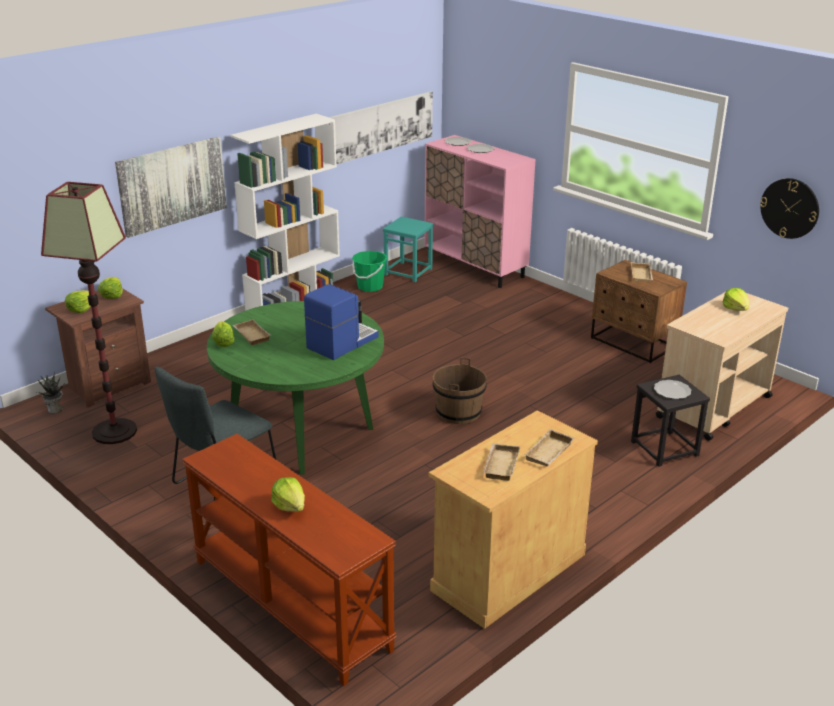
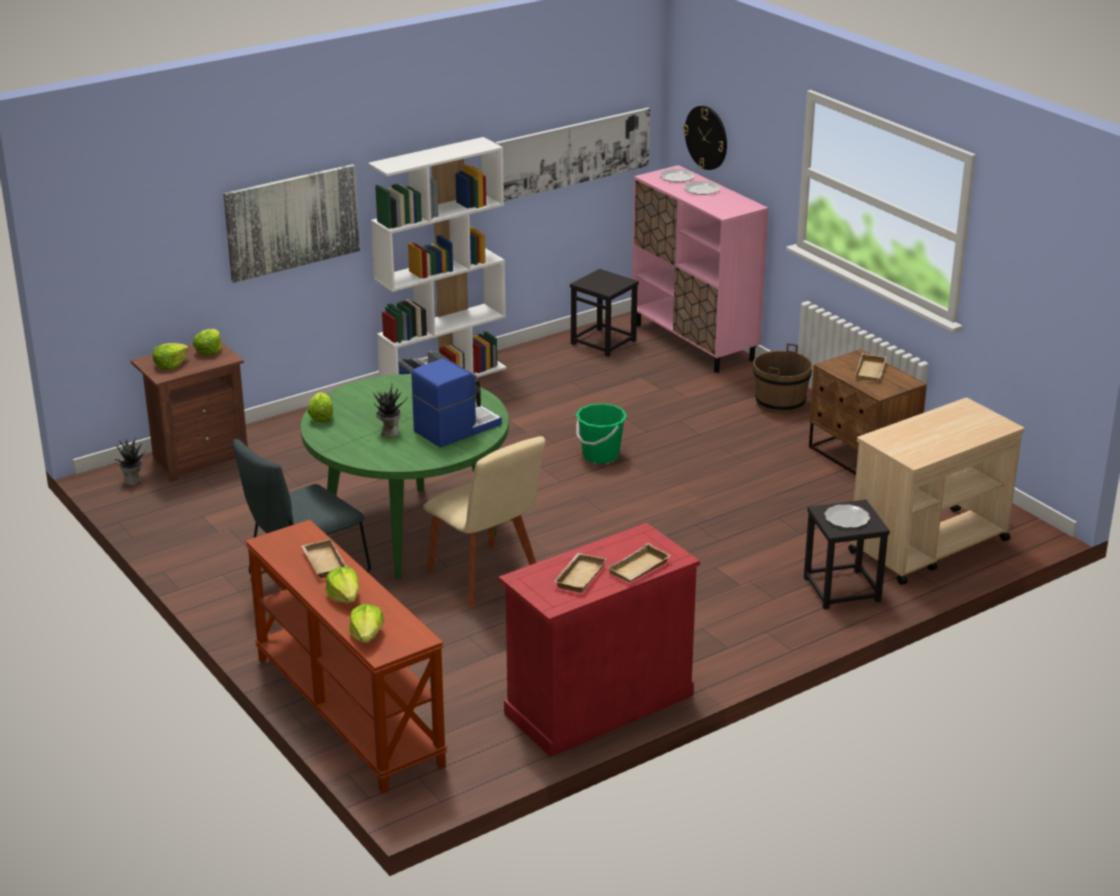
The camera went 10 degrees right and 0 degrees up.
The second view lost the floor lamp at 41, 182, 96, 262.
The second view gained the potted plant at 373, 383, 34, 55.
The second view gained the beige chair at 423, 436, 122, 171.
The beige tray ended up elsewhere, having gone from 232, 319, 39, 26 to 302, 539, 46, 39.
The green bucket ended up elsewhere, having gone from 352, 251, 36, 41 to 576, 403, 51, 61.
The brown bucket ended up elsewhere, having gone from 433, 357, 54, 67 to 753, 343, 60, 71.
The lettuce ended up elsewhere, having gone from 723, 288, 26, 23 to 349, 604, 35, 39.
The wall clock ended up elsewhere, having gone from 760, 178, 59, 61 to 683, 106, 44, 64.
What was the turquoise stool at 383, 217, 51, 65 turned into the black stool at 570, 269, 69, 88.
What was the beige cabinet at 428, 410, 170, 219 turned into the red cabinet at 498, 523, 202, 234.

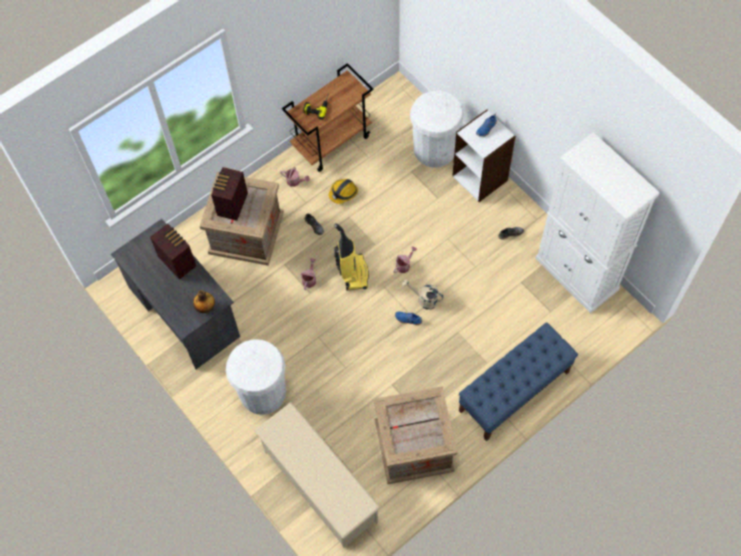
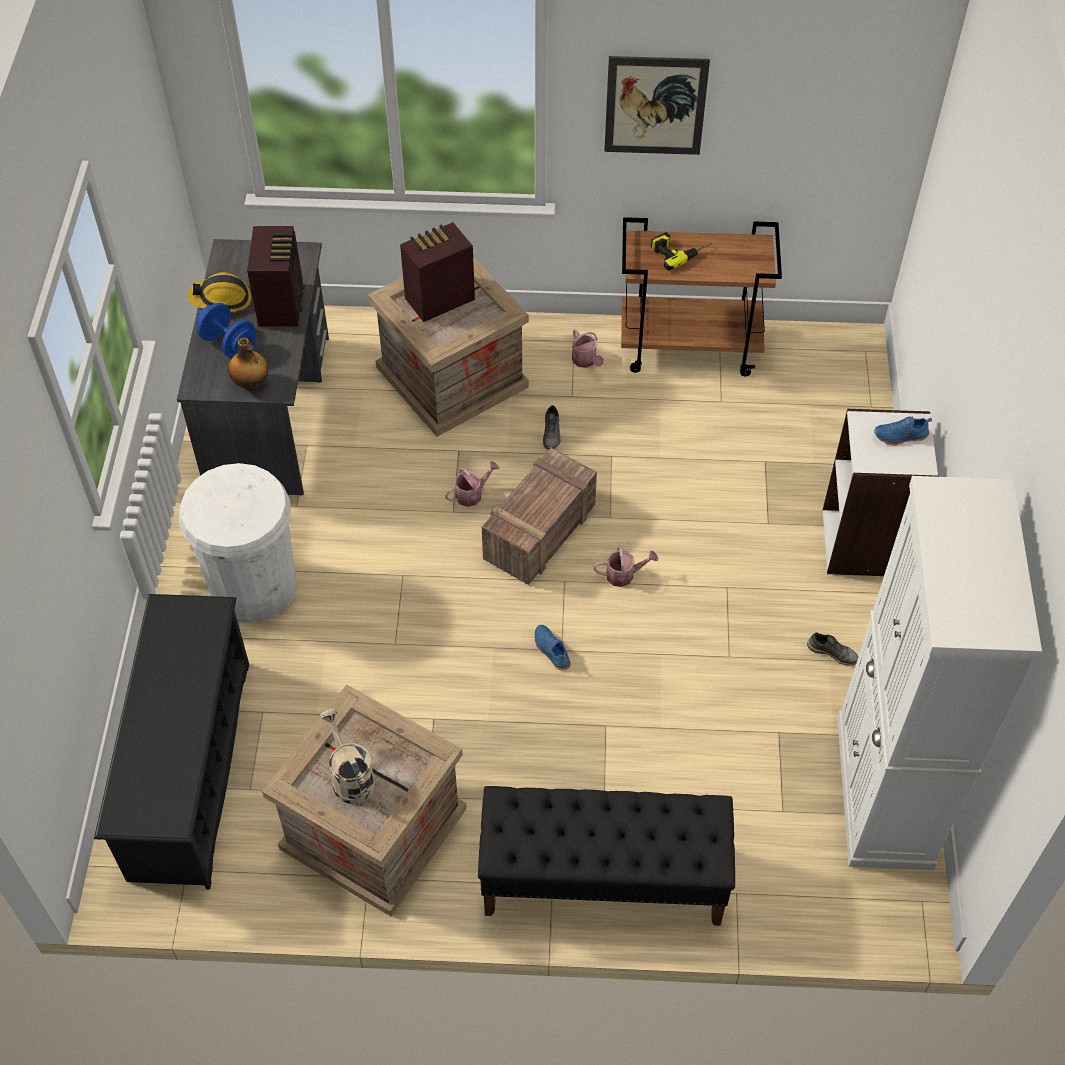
The camera went 40 degrees right and 10 degrees down.
The second view lost the white trash can at 410, 90, 54, 78.
The second view gained the blue dumbbell at 197, 303, 59, 55.
The second view gained the picture at 604, 56, 106, 99.
The hard hat ended up elsewhere, having gone from 329, 179, 29, 25 to 188, 272, 63, 40.
The beige watering can ended up elsewhere, having gone from 402, 279, 41, 30 to 320, 708, 55, 96.
Where the vacuum cleaner stood at 334, 223, 35, 67, the crate came to stand at 482, 448, 115, 137.
What was the beige shoe rack at 254, 402, 127, 146 turned into the black shoe rack at 94, 594, 155, 296.
What was the blue bench at 459, 322, 119, 119 turned into the black bench at 478, 786, 257, 140.

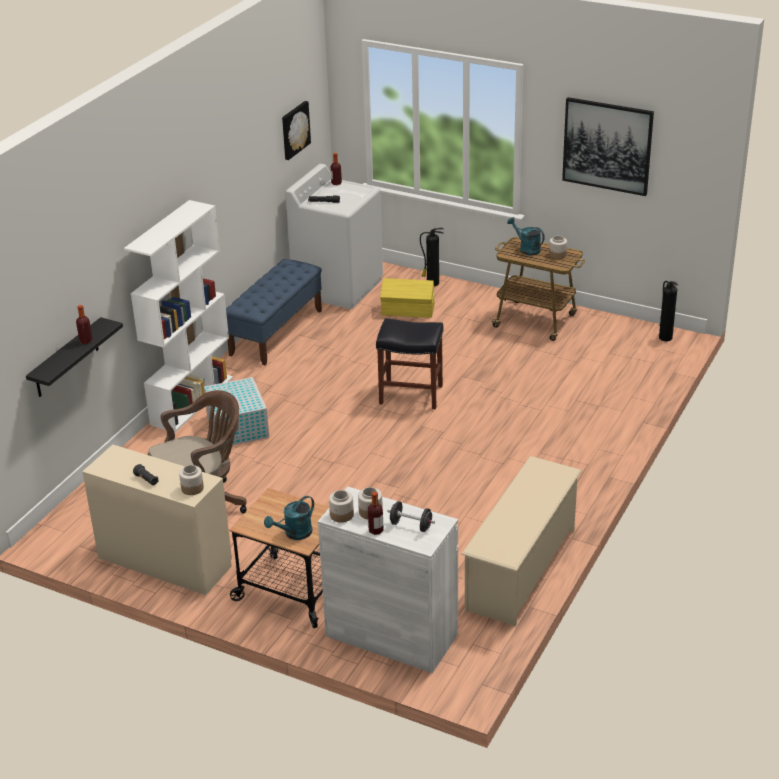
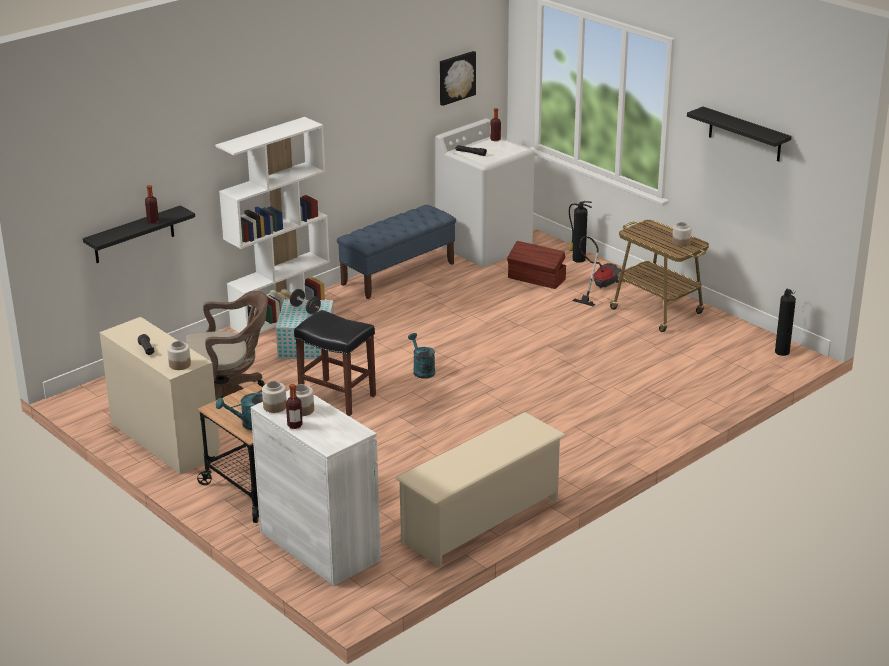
The camera went 20 degrees right and 5 degrees down.
The second view gained the vacuum cleaner at 572, 236, 50, 71.
The black stool ended up elsewhere, having gone from 376, 318, 68, 91 to 294, 310, 82, 106.
The black dumbbell ended up elsewhere, having gone from 387, 501, 48, 31 to 290, 289, 31, 25.
The turquoise watering can ended up elsewhere, having gone from 507, 217, 38, 38 to 408, 333, 27, 46.
Where the picture hung at 562, 97, 92, 99, the black shelf came to hang at 687, 107, 105, 54.
What was the yellow storage box at 380, 278, 54, 40 turned into the brown storage box at 507, 241, 59, 48.

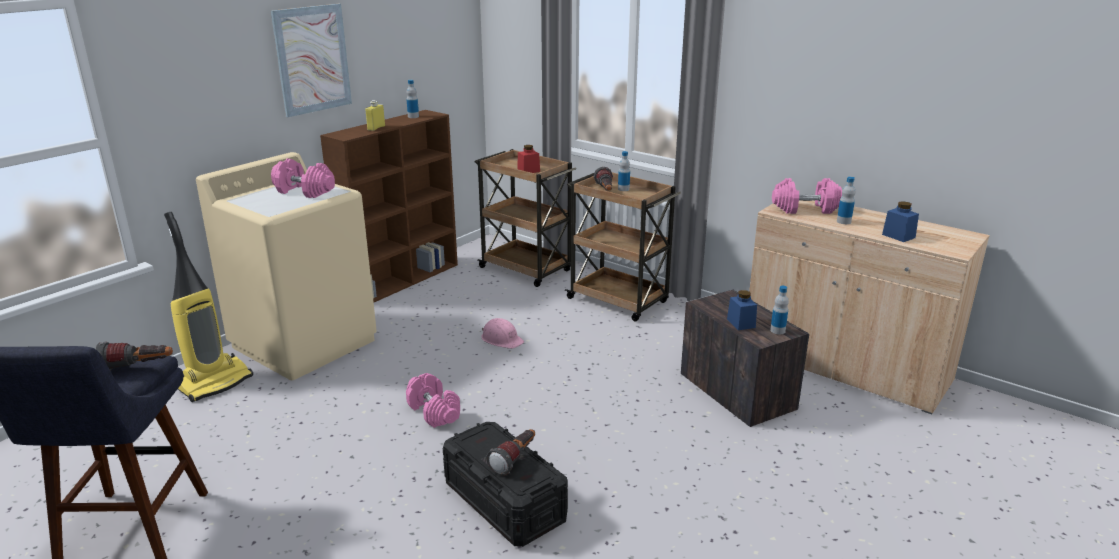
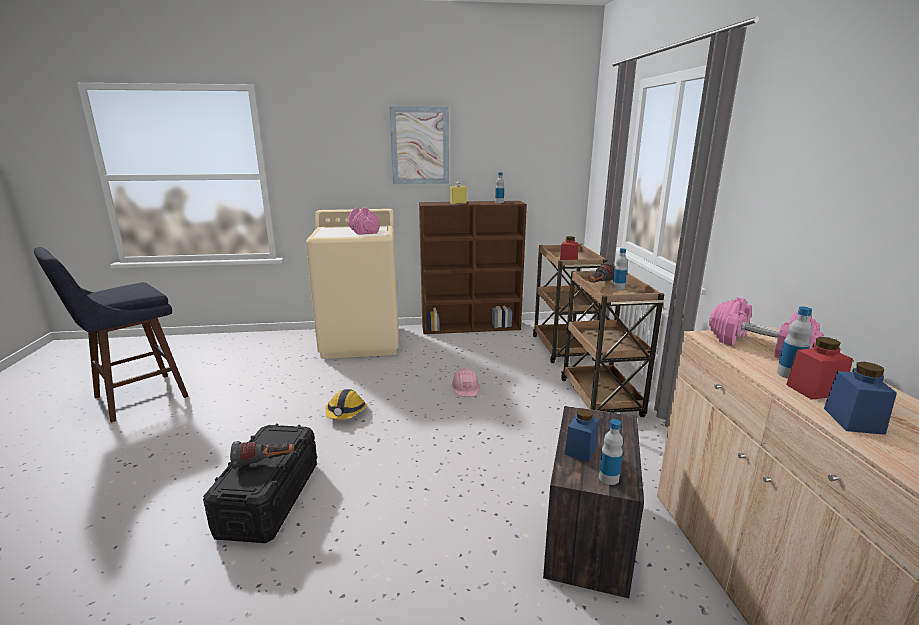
The camera went 45 degrees right and 5 degrees down.
The second view lost the flashlight at 96, 342, 77, 29.
The second view lost the vacuum cleaner at 164, 212, 89, 190.
The second view gained the red jar at 786, 337, 67, 63.
Where the pink dumbbell stood at 406, 373, 54, 55, the hard hat came to stand at 325, 389, 42, 31.

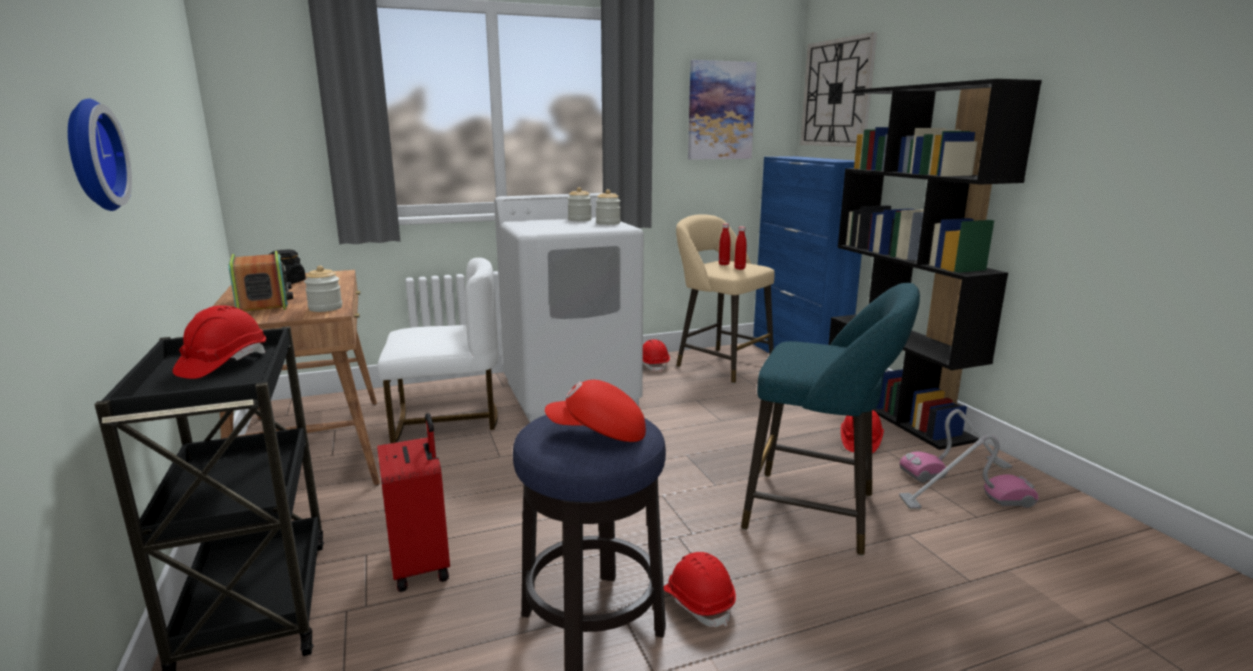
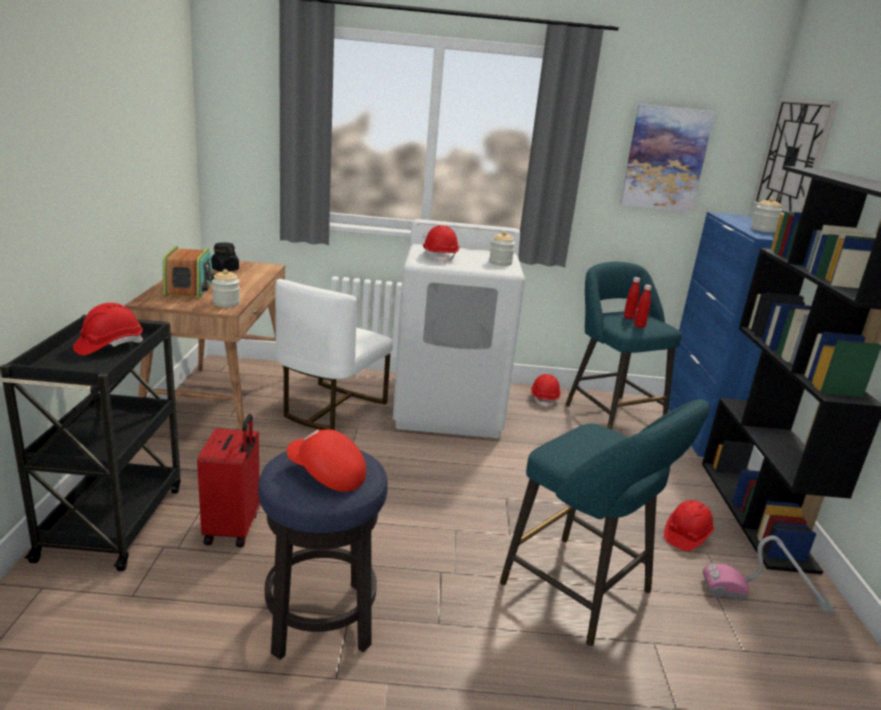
The camera went 20 degrees right and 5 degrees up.
The second view lost the wall clock at 68, 98, 64, 113.
The second view lost the vacuum cleaner at 899, 434, 140, 75.
The jar ended up elsewhere, having gone from 567, 187, 25, 34 to 751, 197, 31, 35.
The red hard hat ended up elsewhere, having gone from 664, 552, 72, 75 to 423, 225, 36, 38.
What was the beige stool at 676, 214, 99, 170 turned into the turquoise stool at 565, 262, 117, 168.
The white chair at 377, 258, 122, 186 ended up facing another way, 105 degrees clockwise from before.

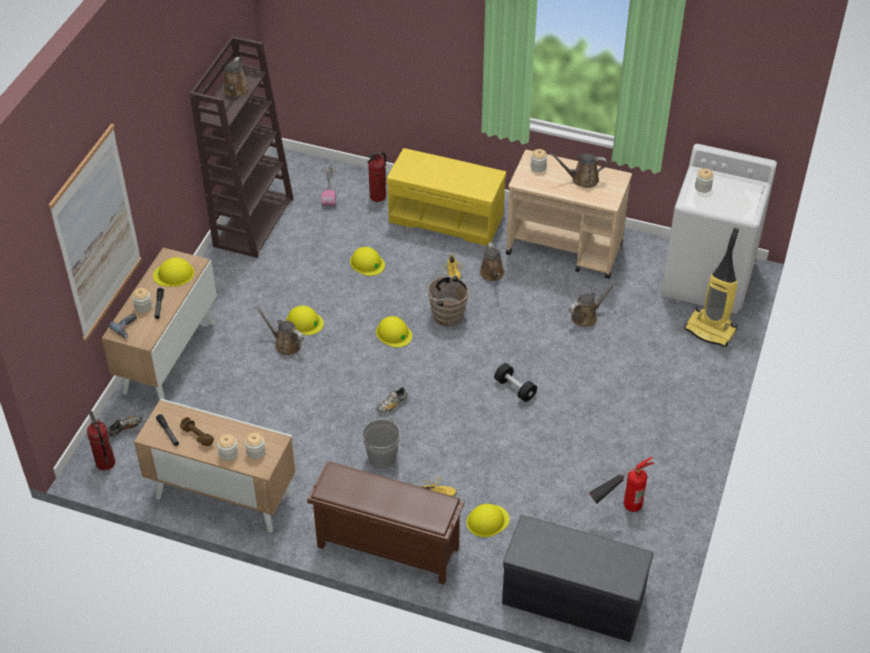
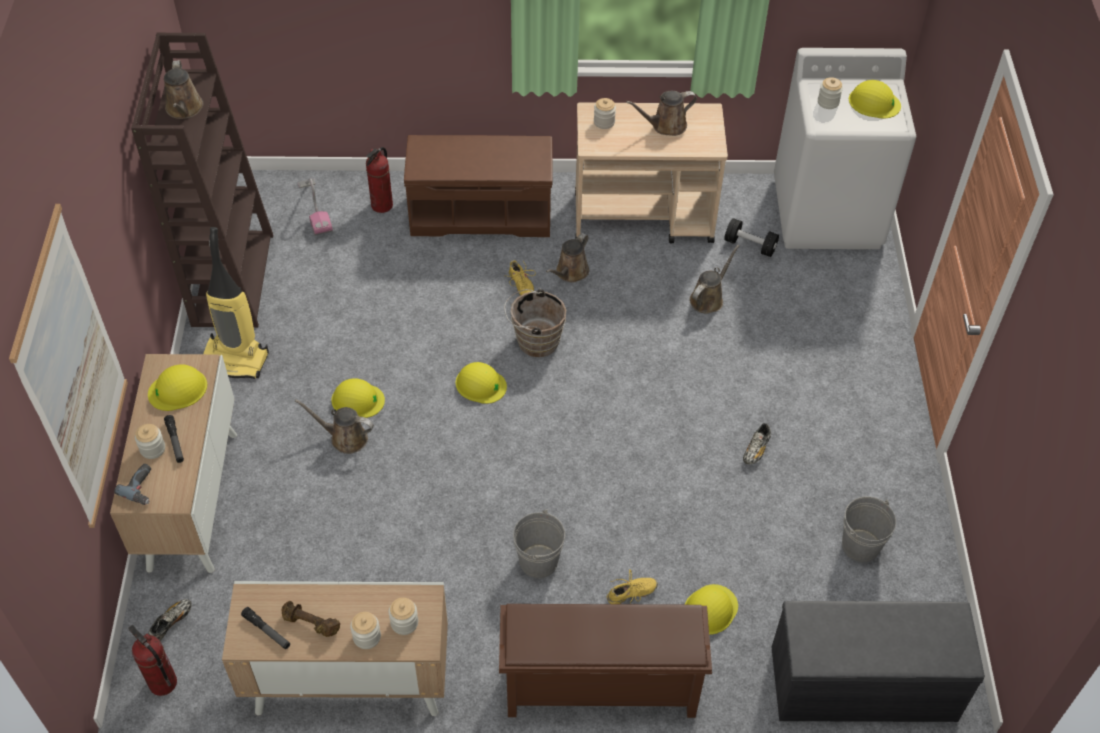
The camera went 20 degrees left and 5 degrees up.
The yellow hard hat ended up elsewhere, having gone from 350, 247, 35, 29 to 849, 80, 52, 38.
The shoe ended up elsewhere, having gone from 377, 387, 30, 26 to 743, 423, 28, 41.
The black dumbbell ended up elsewhere, having gone from 494, 363, 43, 39 to 724, 218, 55, 39.
The vacuum cleaner ended up elsewhere, having gone from 684, 228, 55, 119 to 204, 227, 65, 152.
Where the fire extinguisher stood at 589, 456, 65, 56, the grey bucket came to stand at 842, 496, 54, 67.
What was the yellow bench at 387, 148, 119, 98 turned into the brown bench at 404, 135, 149, 102.
The brown watering can at 479, 242, 26, 39 ended up facing another way, 60 degrees clockwise from before.

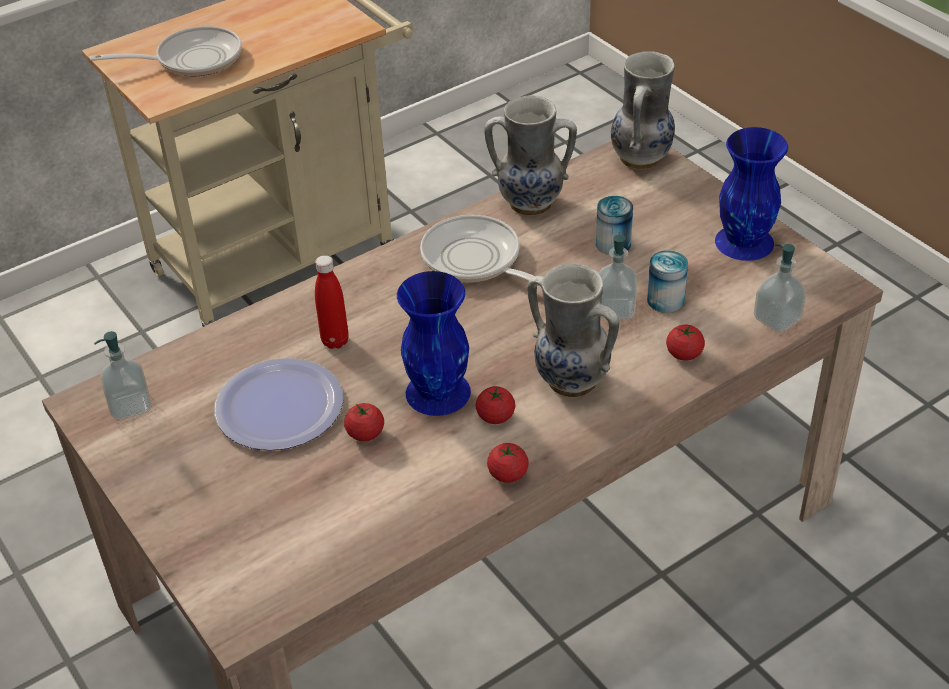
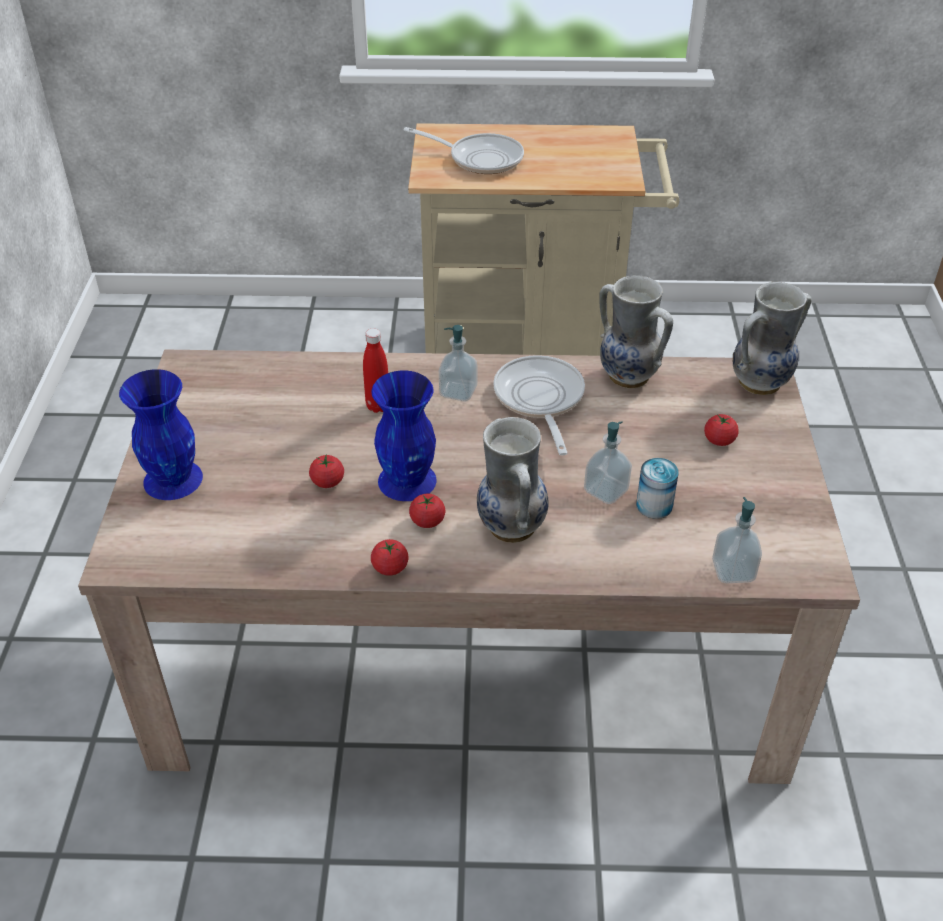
The camera went 35 degrees right and 0 degrees up.
The second view lost the plate at 214, 358, 129, 93.
The second view lost the can at 596, 196, 37, 59.
The soap dispenser ended up elsewhere, having gone from 94, 331, 58, 89 to 439, 325, 38, 76.
The tomato ended up elsewhere, having gone from 666, 324, 39, 37 to 704, 414, 35, 32.
The blue vase ended up elsewhere, having gone from 715, 127, 73, 134 to 119, 369, 84, 131.

